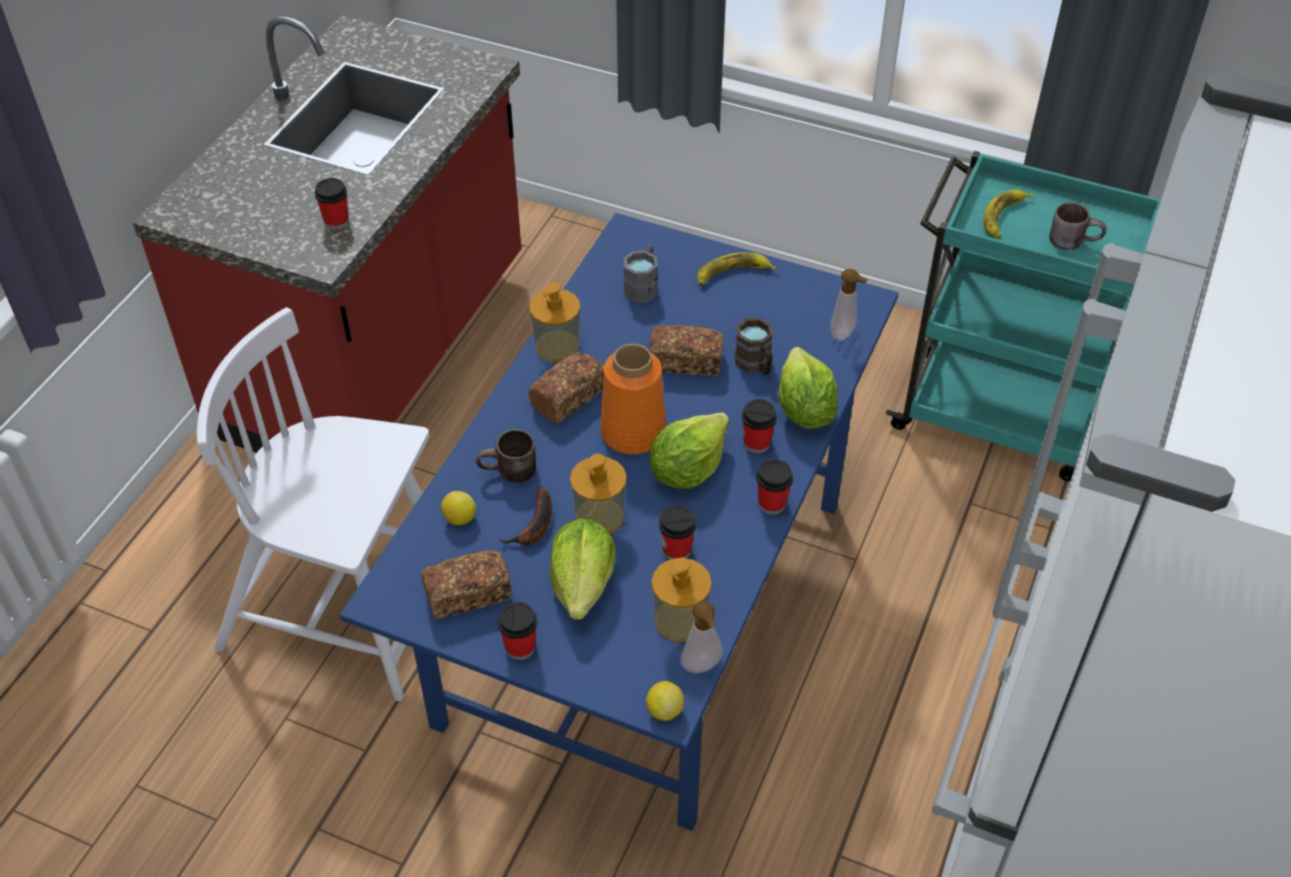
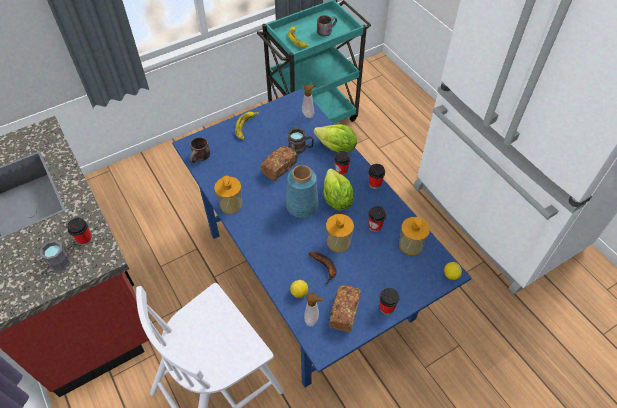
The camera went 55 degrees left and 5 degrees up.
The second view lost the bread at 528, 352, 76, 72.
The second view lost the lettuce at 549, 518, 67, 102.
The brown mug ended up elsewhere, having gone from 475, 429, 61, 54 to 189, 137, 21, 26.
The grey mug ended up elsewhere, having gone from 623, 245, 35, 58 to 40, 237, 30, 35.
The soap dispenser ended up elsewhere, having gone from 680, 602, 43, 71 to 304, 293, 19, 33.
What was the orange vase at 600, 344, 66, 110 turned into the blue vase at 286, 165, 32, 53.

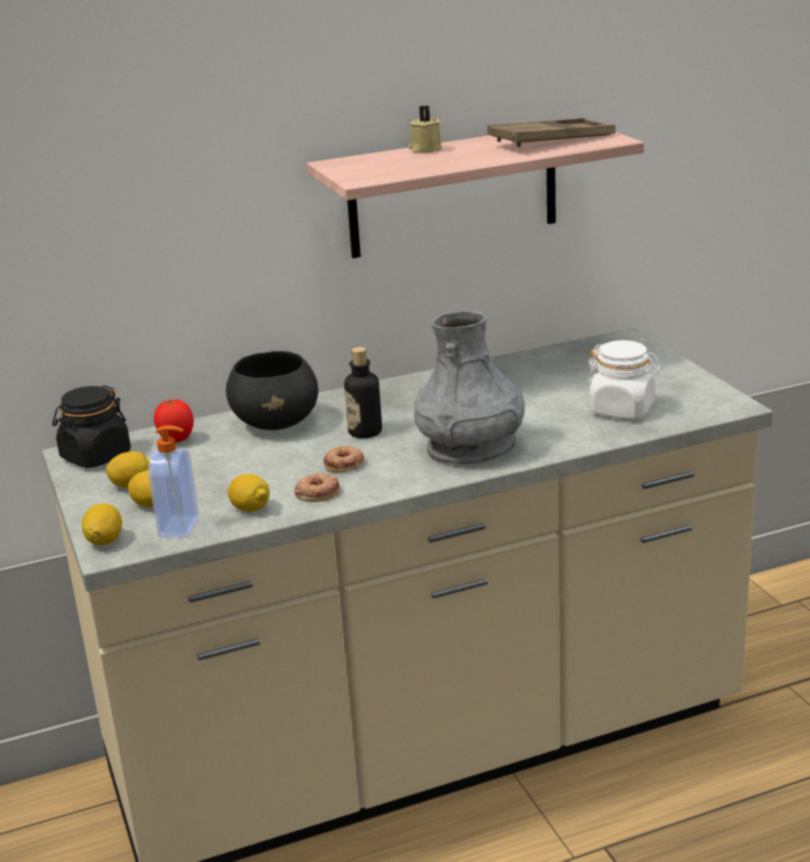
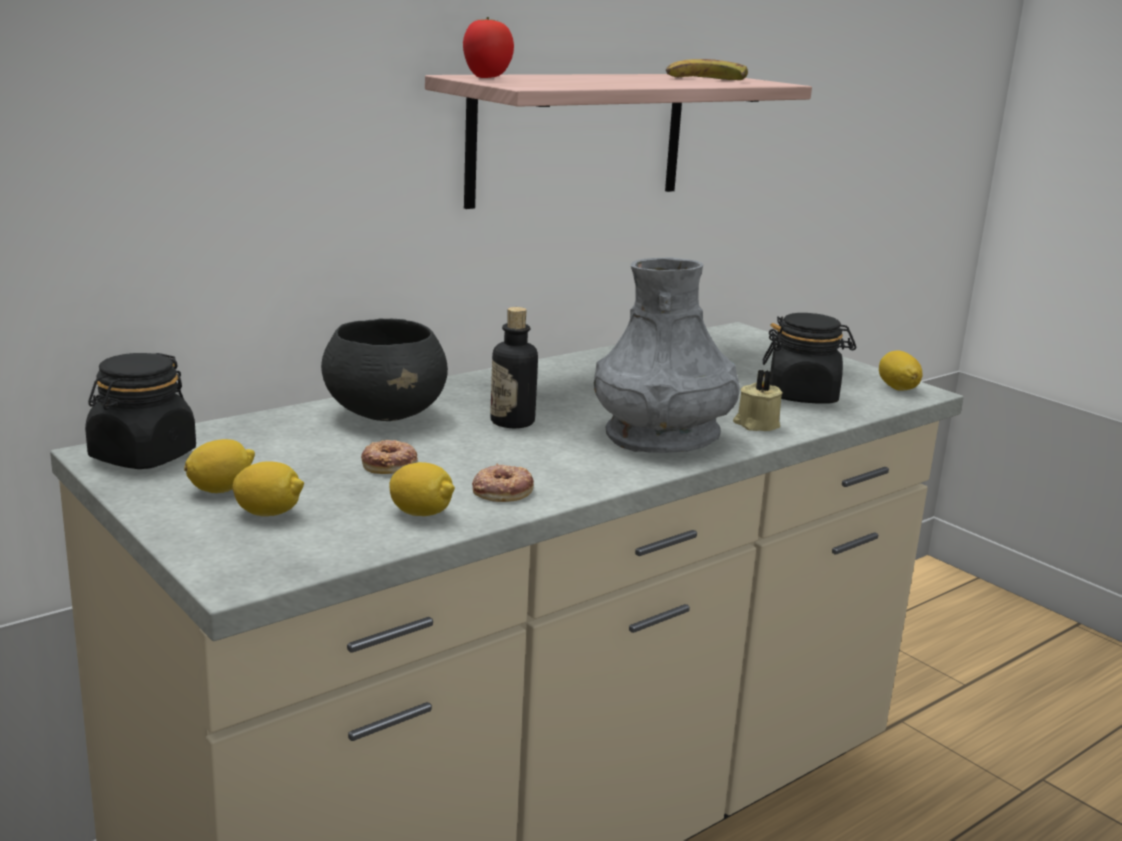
The camera went 20 degrees left and 5 degrees down.
The second view lost the soap dispenser at 148, 425, 51, 113.
The lemon ended up elsewhere, having gone from 82, 503, 40, 42 to 879, 351, 44, 39.
The tomato ended up elsewhere, having gone from 154, 399, 40, 44 to 463, 17, 51, 61.
The donut ended up elsewhere, having gone from 323, 446, 41, 27 to 361, 440, 57, 34.
The beige candle ended up elsewhere, having gone from 409, 105, 33, 48 to 733, 370, 50, 61.
Where the brown tray stood at 487, 118, 129, 29, the banana came to stand at 666, 59, 82, 21.
What was the white jar at 586, 340, 76, 79 turned into the black jar at 763, 313, 93, 91.

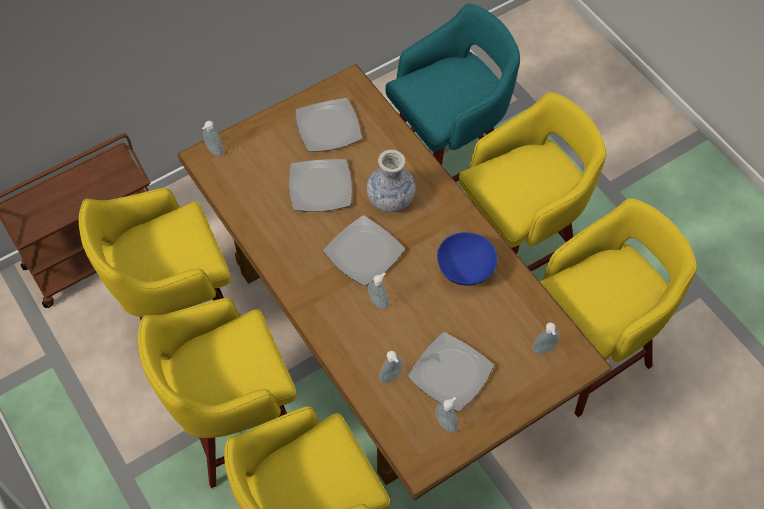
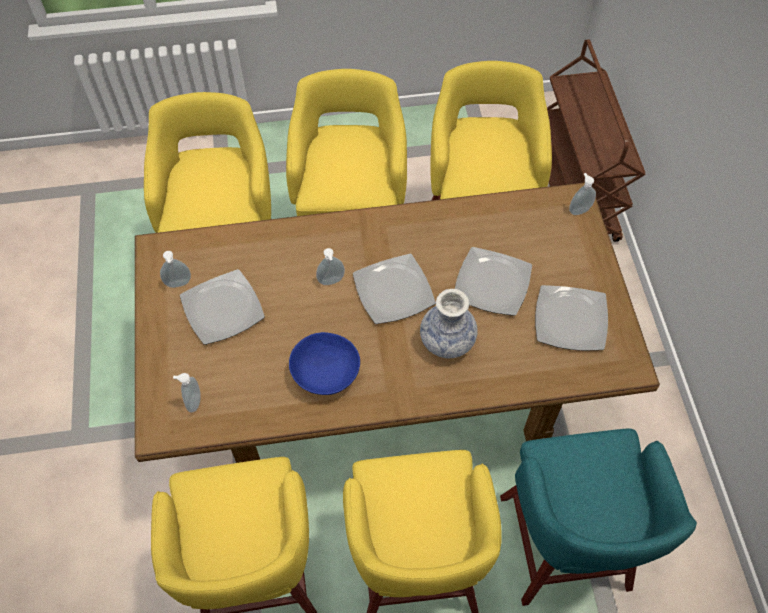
The camera went 115 degrees right and 0 degrees up.
The second view lost the soap dispenser at 379, 351, 24, 32.

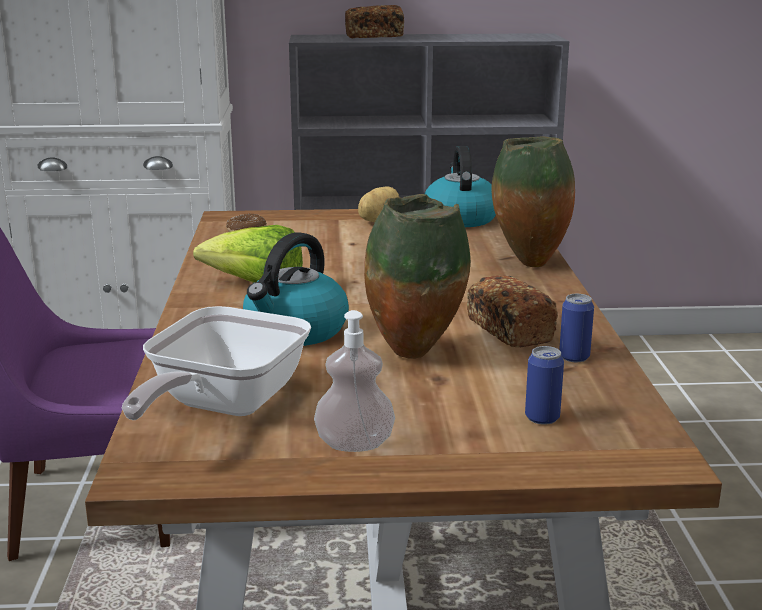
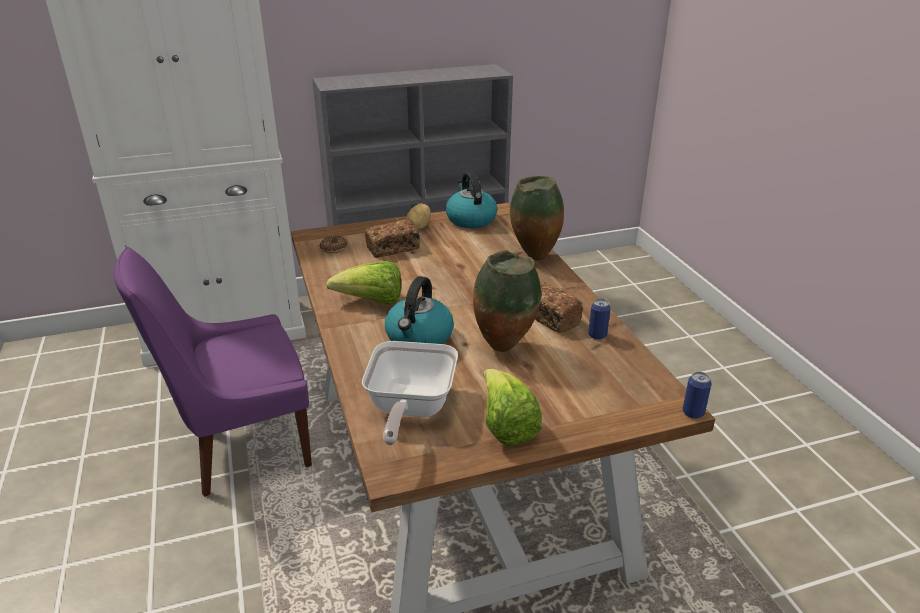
The camera went 15 degrees left and 10 degrees up.
The bread ended up elsewhere, having gone from 345, 5, 59, 33 to 365, 219, 55, 39.
The can ended up elsewhere, having gone from 525, 346, 39, 79 to 683, 371, 29, 48.
Where the soap dispenser stood at 314, 310, 81, 142, the lettuce came to stand at 483, 369, 59, 77.

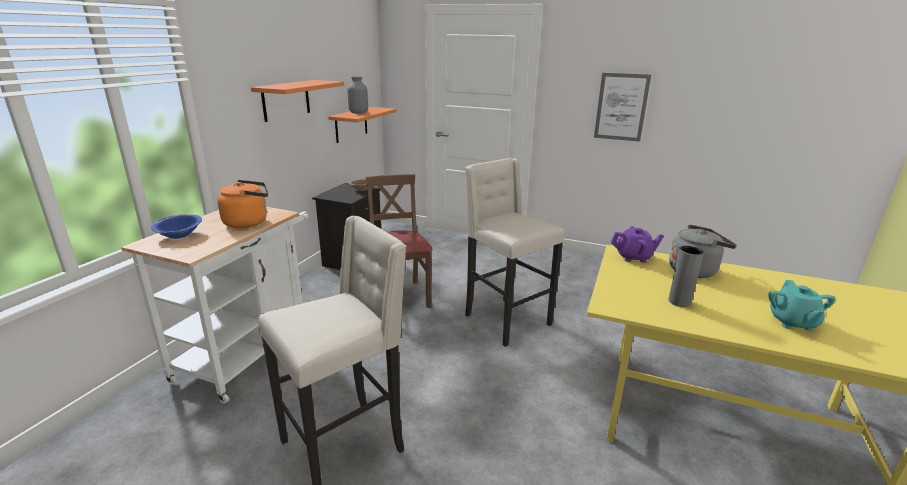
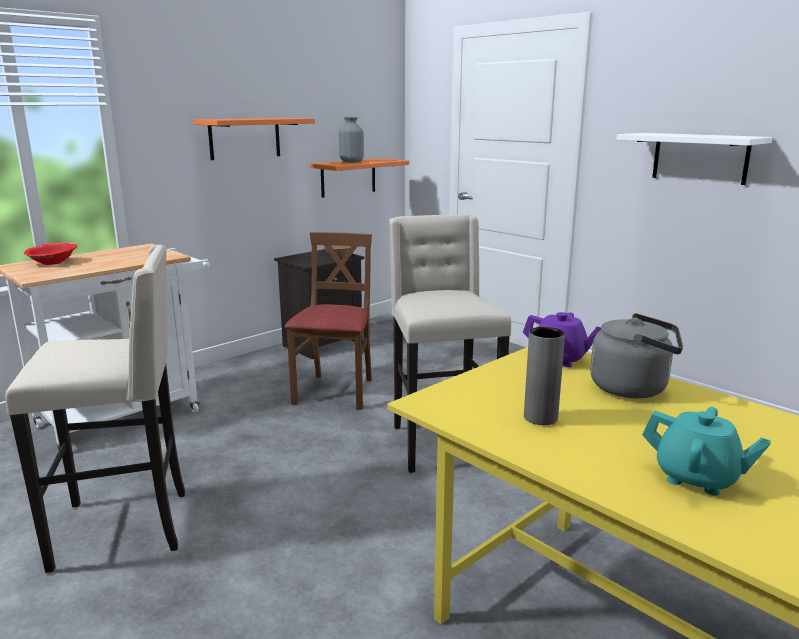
The camera went 25 degrees right and 5 degrees down.
The second view lost the orange kettle at 217, 180, 51, 48.
Where the picture hung at 594, 73, 57, 69, the white shelf came to hang at 616, 133, 157, 52.
What was the blue bowl at 151, 214, 51, 25 turned into the red bowl at 24, 242, 53, 23.
The turquoise teapot at 768, 280, 68, 51 ended up facing another way, 90 degrees counterclockwise from before.

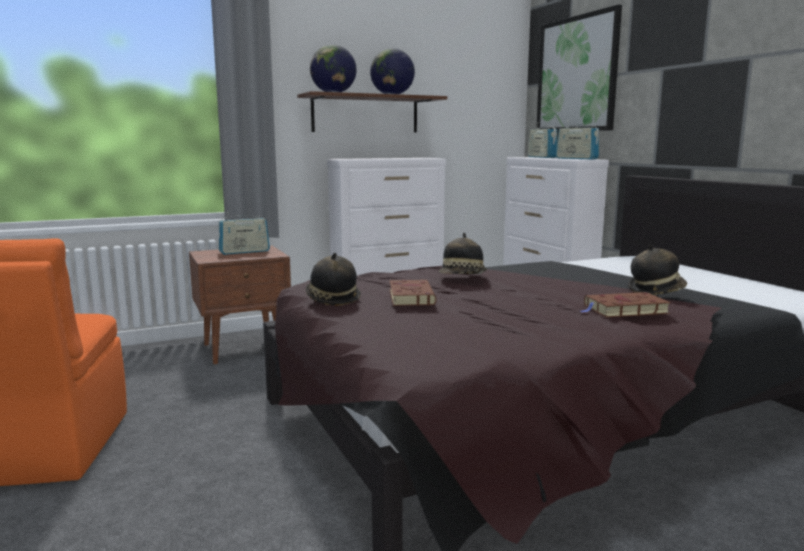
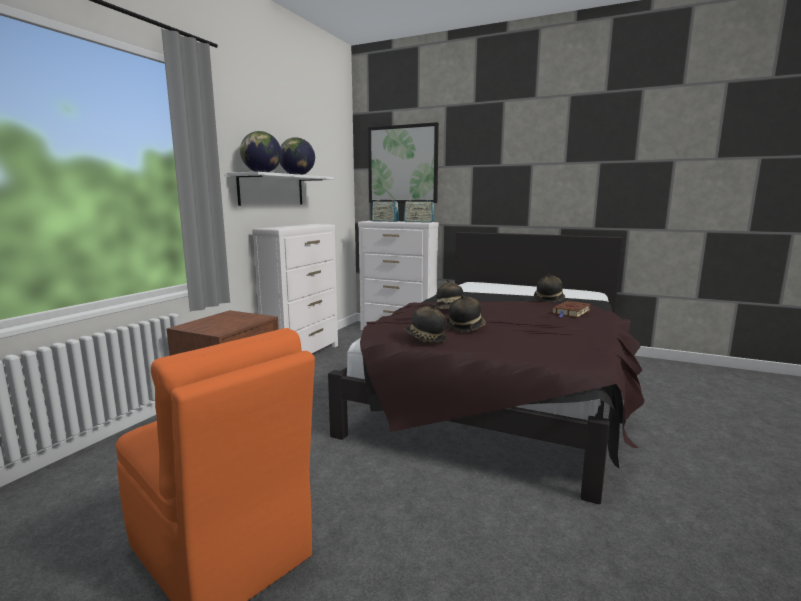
The camera went 40 degrees left and 0 degrees up.
The second view lost the radio at 218, 212, 52, 43.
Where the brown book stood at 390, 280, 46, 26, the hat came to stand at 446, 295, 40, 37.
What was the brown shelf at 297, 91, 150, 42 turned into the white shelf at 227, 172, 107, 34.

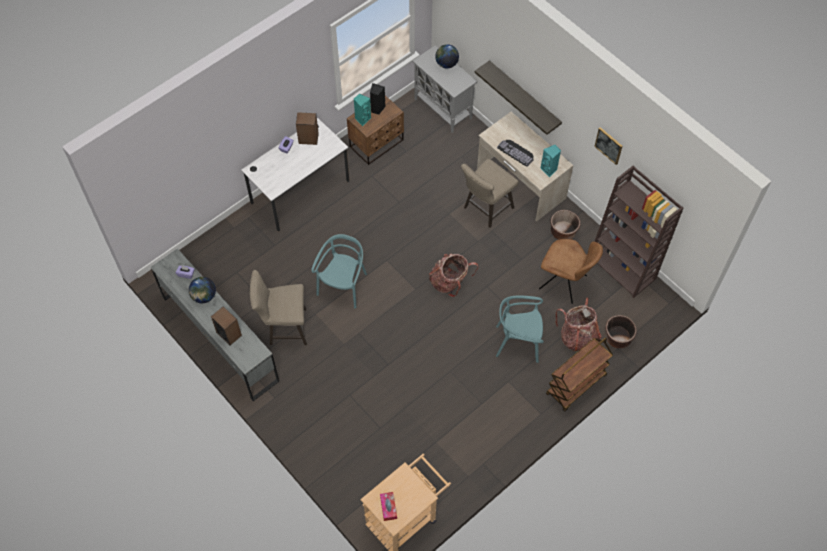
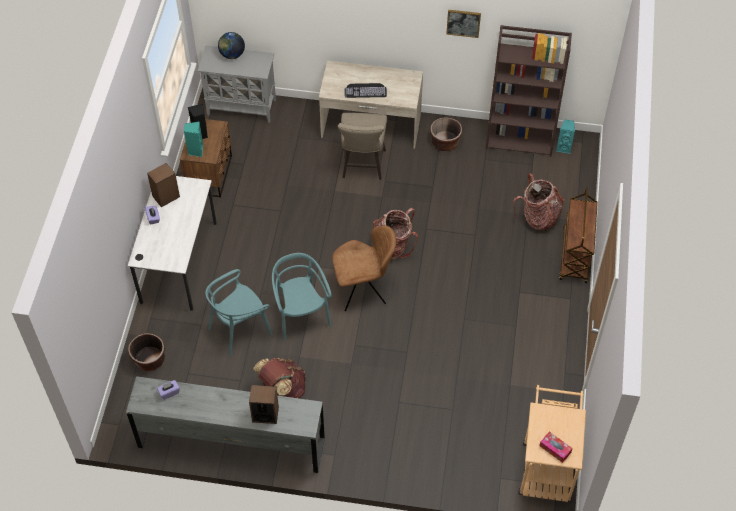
The camera went 40 degrees left and 5 degrees down.
The second view lost the globe at 189, 277, 27, 26.
The second view lost the shelf at 475, 60, 87, 75.
The turquoise chair ended up elsewhere, having gone from 496, 296, 47, 67 to 205, 269, 67, 87.
The brown chair ended up elsewhere, having gone from 539, 239, 64, 65 to 332, 225, 64, 87.
The turquoise speaker ended up elsewhere, having gone from 540, 145, 21, 32 to 556, 119, 19, 35.
The brown planter ended up elsewhere, having gone from 605, 315, 32, 33 to 128, 333, 37, 38.
Where the beige stool stood at 250, 270, 57, 75, the brown backpack came to stand at 253, 358, 53, 40.

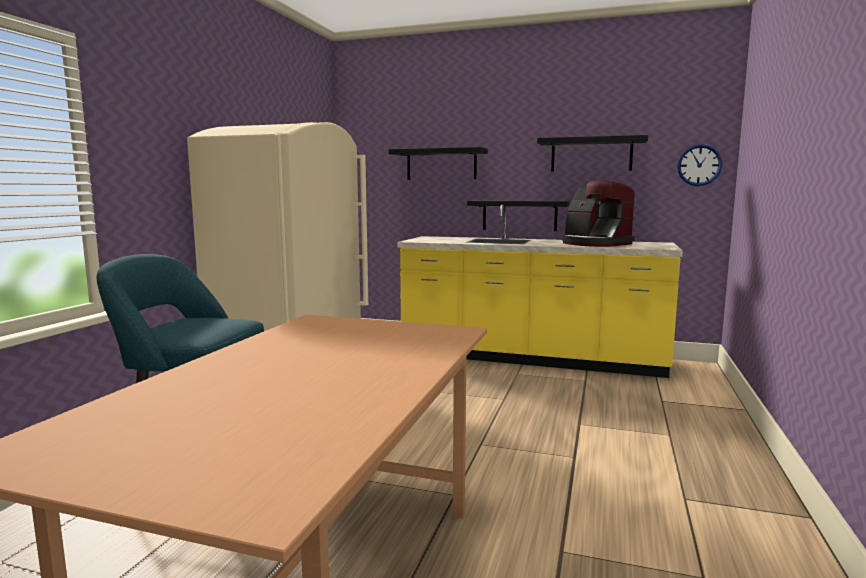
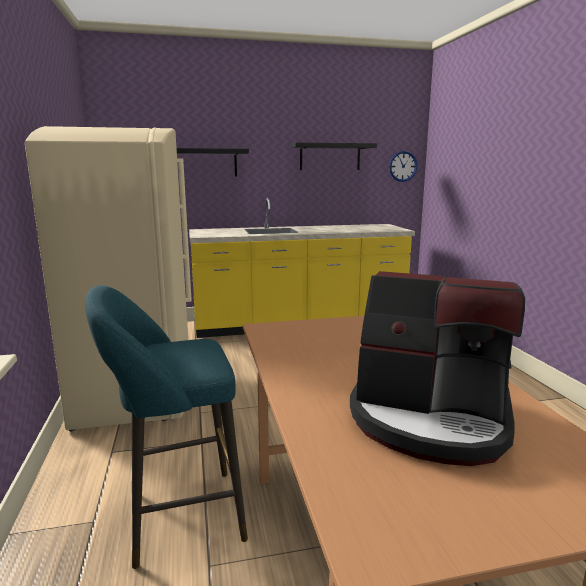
The camera went 30 degrees left and 5 degrees up.
The second view lost the black shelf at 467, 200, 103, 31.
The coffee machine ended up elsewhere, having gone from 561, 181, 74, 66 to 350, 271, 175, 195.

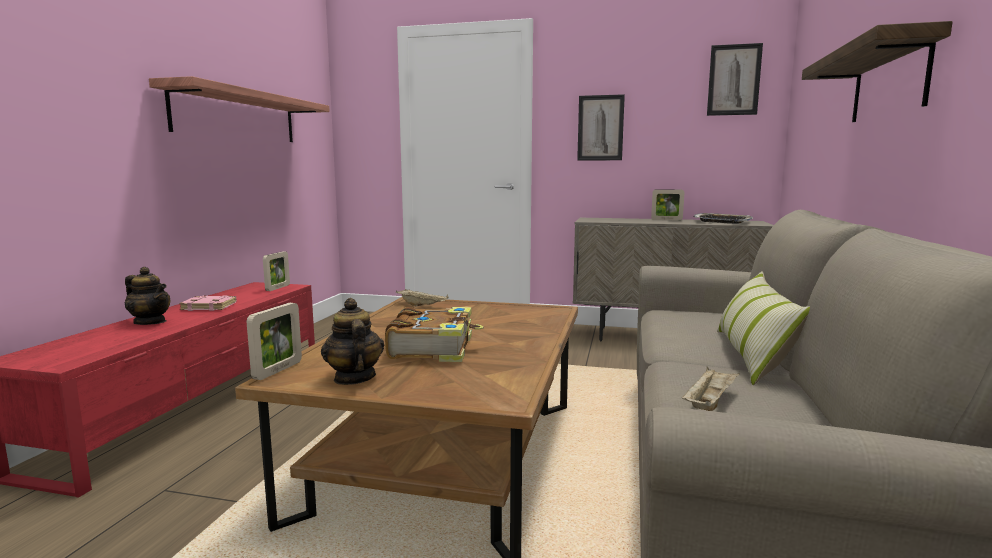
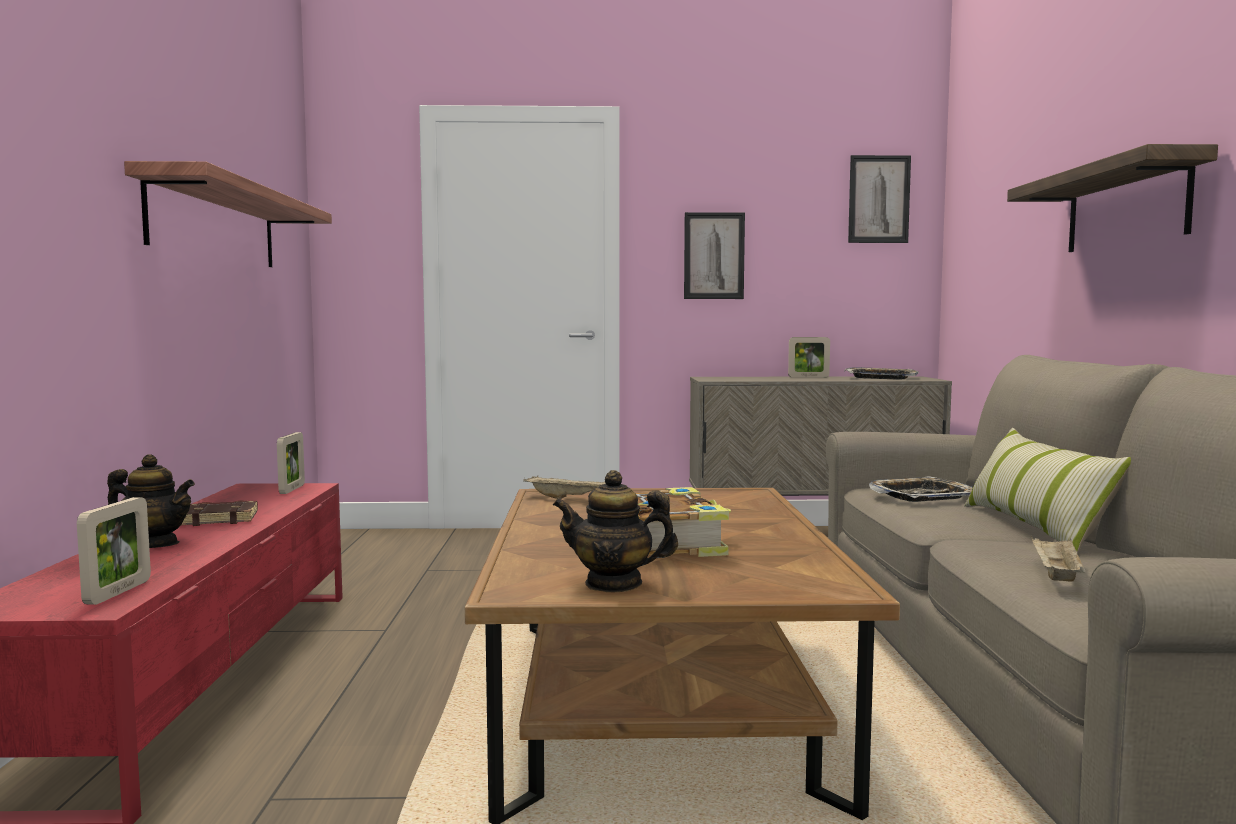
The camera went 15 degrees left and 5 degrees down.
The second view gained the tray at 869, 476, 104, 26.
The picture frame ended up elsewhere, having gone from 247, 303, 55, 77 to 77, 497, 74, 108.
What was the pink book at 179, 295, 58, 16 turned into the brown book at 181, 500, 77, 26.
The teapot at 321, 298, 63, 87 ended up facing another way, 45 degrees counterclockwise from before.

